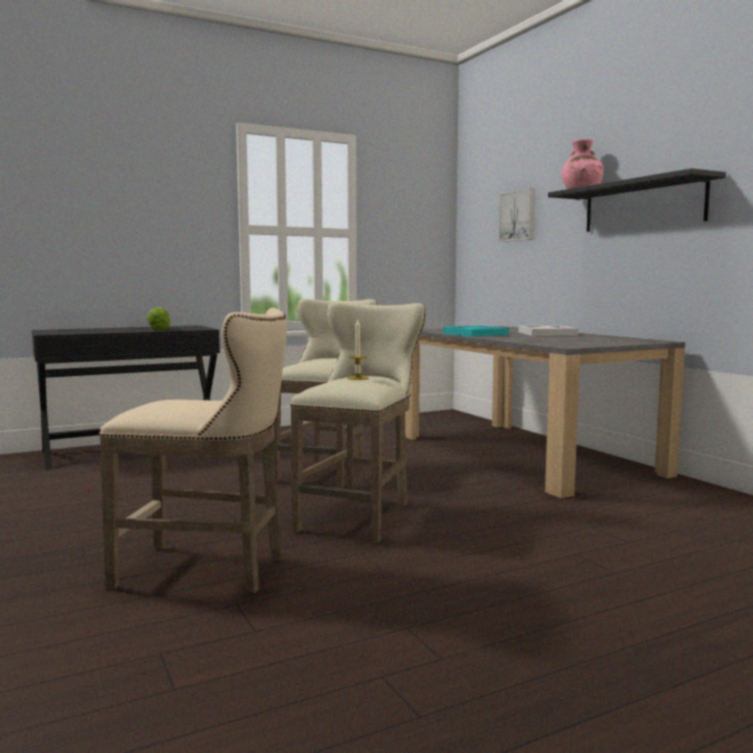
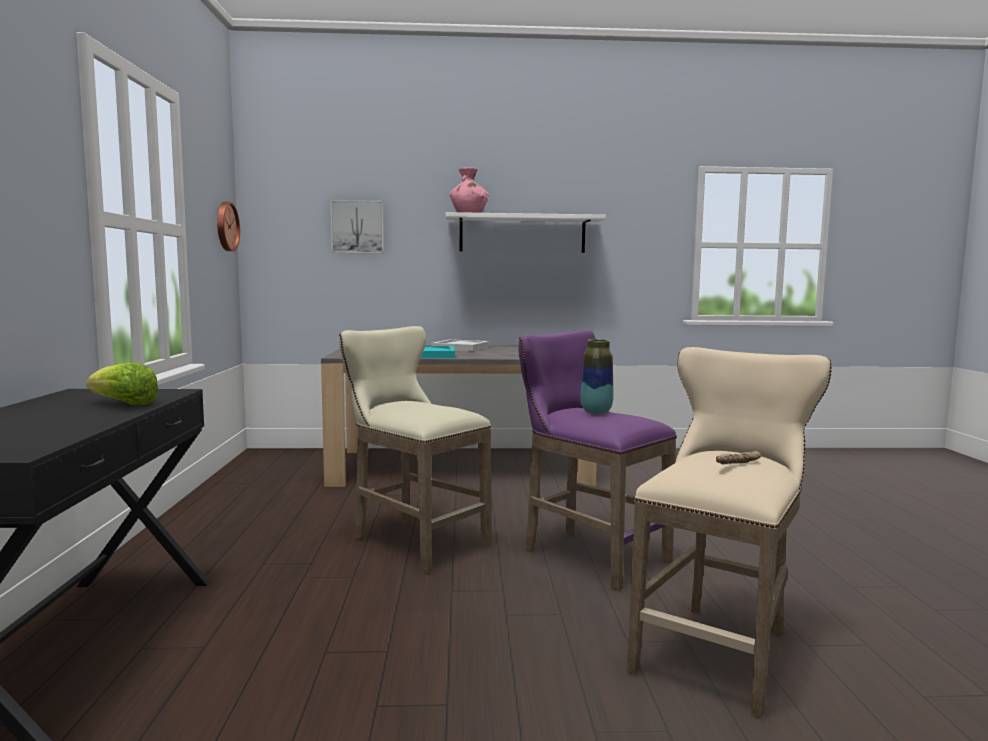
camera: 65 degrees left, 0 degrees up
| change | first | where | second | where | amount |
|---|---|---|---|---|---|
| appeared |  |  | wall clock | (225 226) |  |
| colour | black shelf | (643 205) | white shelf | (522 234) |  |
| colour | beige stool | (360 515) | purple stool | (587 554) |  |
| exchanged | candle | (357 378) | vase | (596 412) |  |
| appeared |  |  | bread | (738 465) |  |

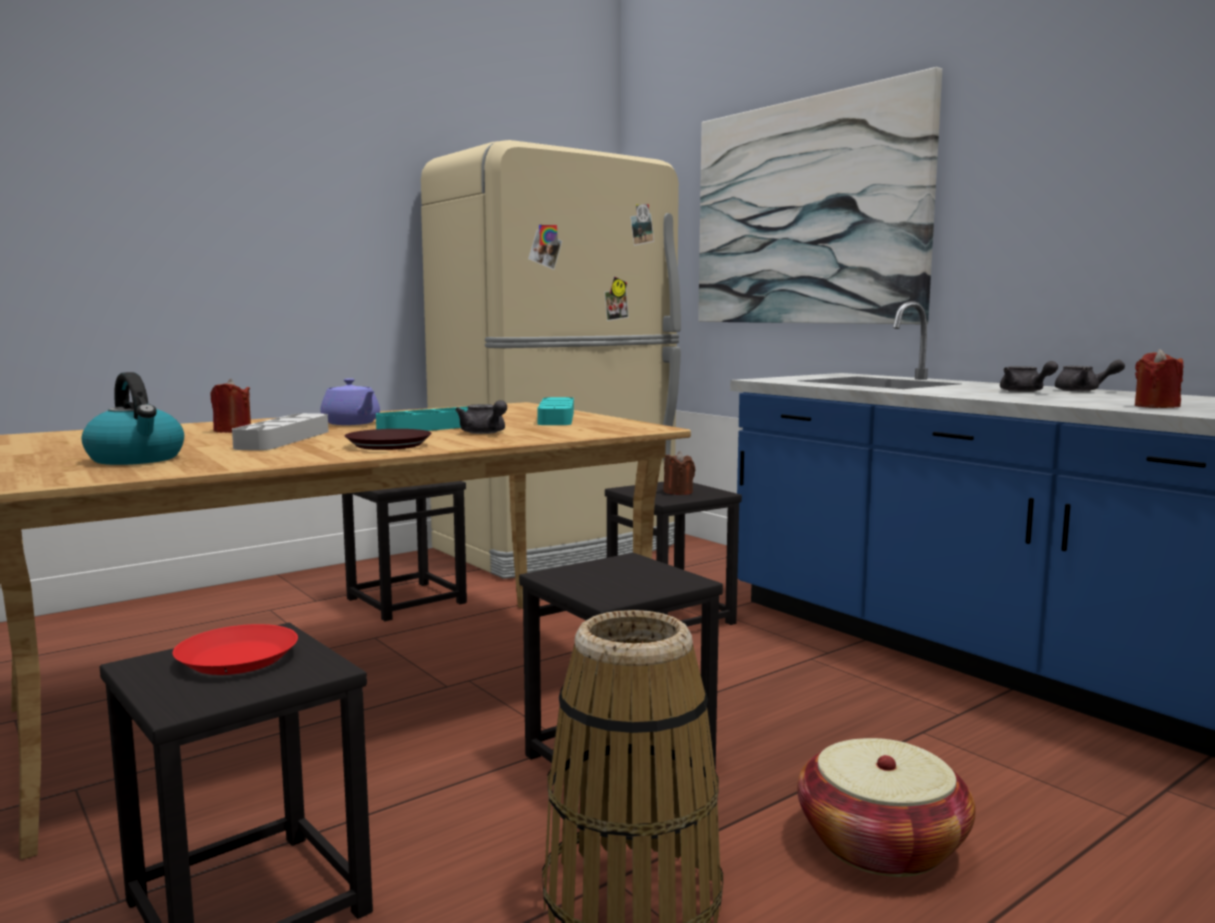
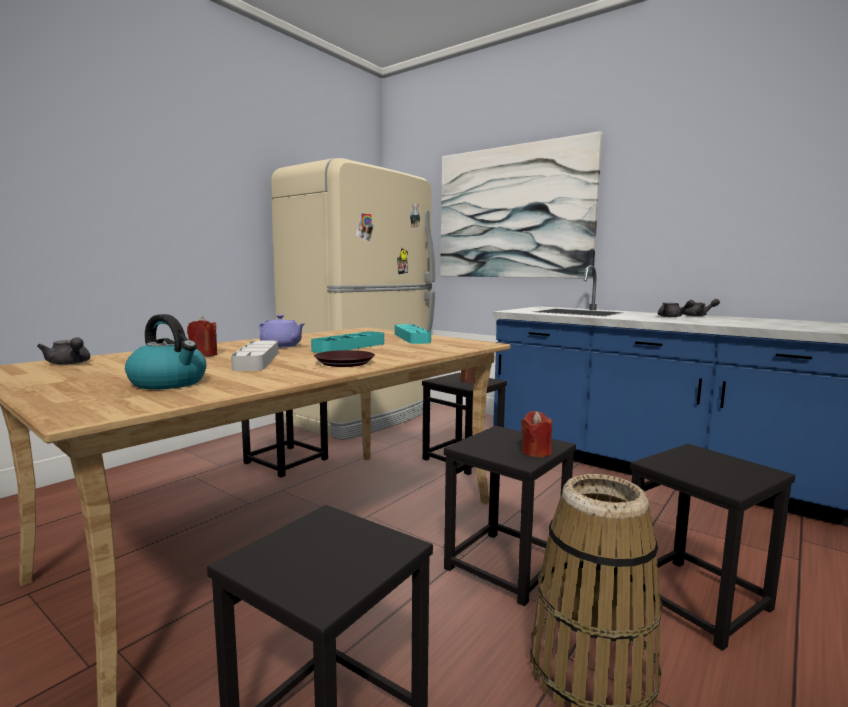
camera: 15 degrees left, 0 degrees up
| change | first | where | second | where | amount |
|---|---|---|---|---|---|
| relocated | grey teapot | (485 433) |  | (70 363) |  |
| relocated | red candle | (1156 406) |  | (535 452) |  |
| exchanged | basket | (881 844) | black stool | (697 600) |  |
| missing | red plate | (236 659) |  |  |  |

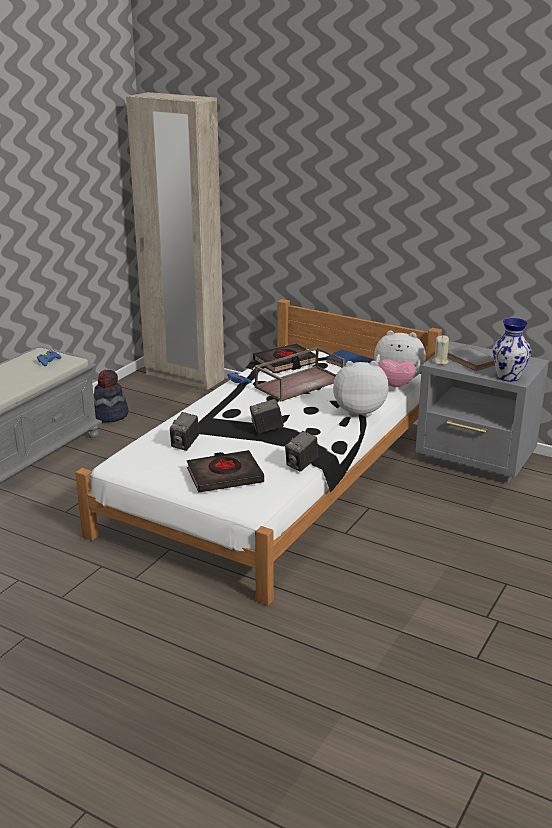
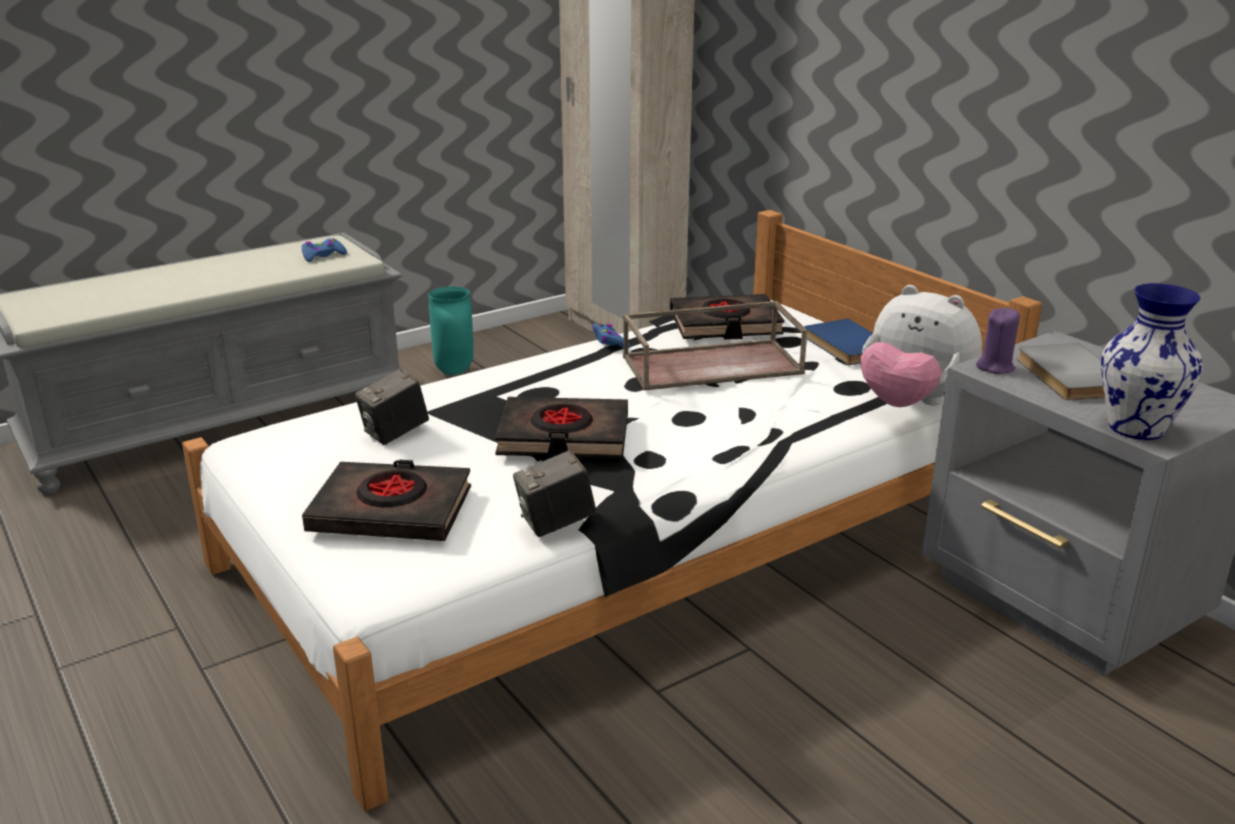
camera: 25 degrees right, 0 degrees up
| change | first | where | second | where | amount |
|---|---|---|---|---|---|
| exchanged | hat | (109 415) | turquoise vase | (453 371) |  |
| exchanged | photo camera | (266 429) | black book | (563 437) |  |
| colour | beige candle | (440 362) | purple candle | (995 367) |  |
| missing | plush toy | (358 411) |  |  |  |

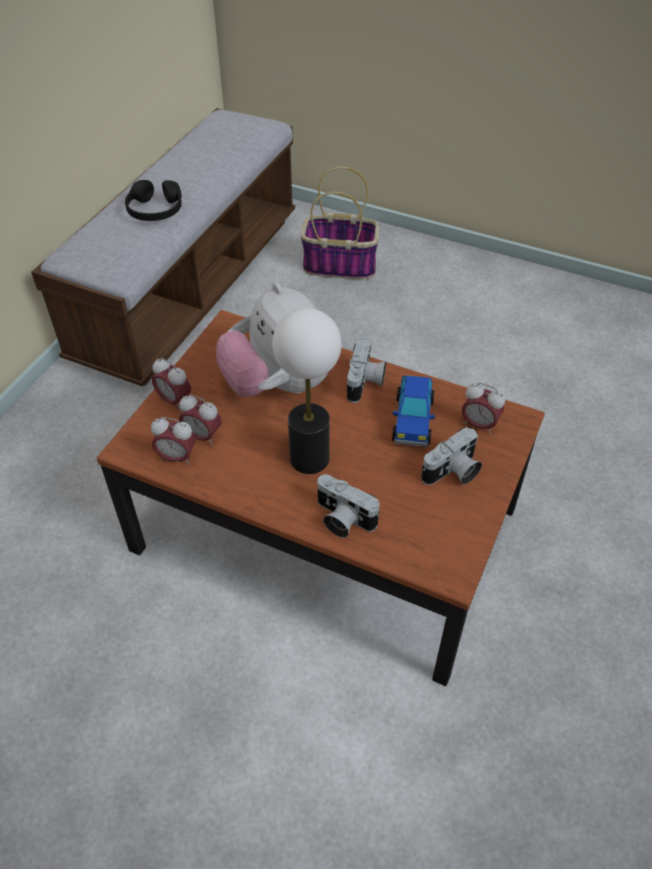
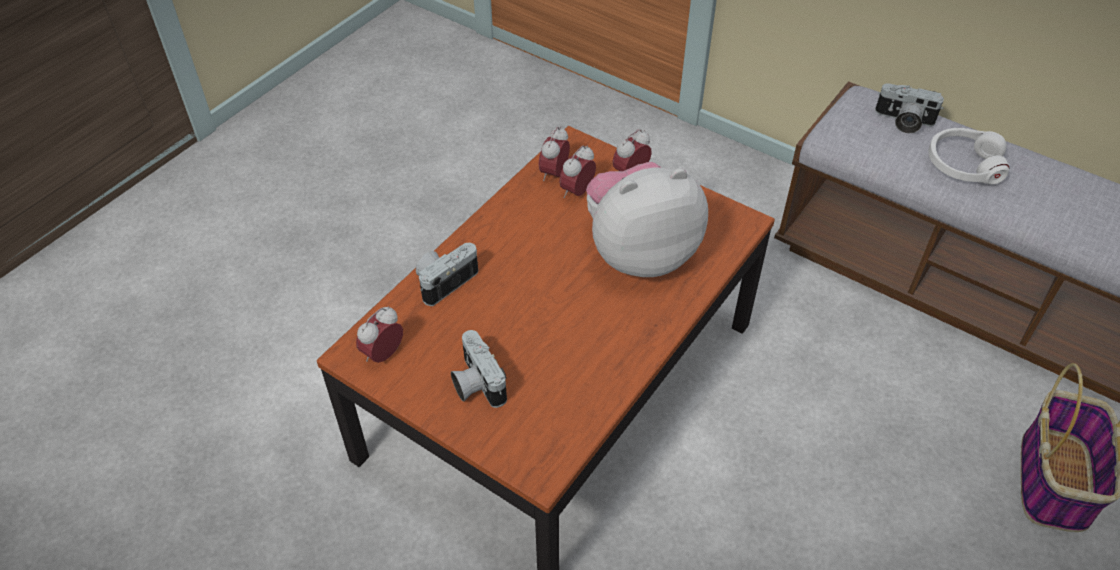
camera: 100 degrees right, 0 degrees up
| change | first | where | second | where | amount |
|---|---|---|---|---|---|
| relocated | alarm clock | (479 424) |  | (383 354) |  |
| relocated | photo camera | (365 383) |  | (903 121) |  |
| colour | black headphones | (155 210) | white headphones | (963 165) |  |
| missing | table lamp | (310 459) |  |  |  |
| missing | toy car | (412 420) |  |  |  |

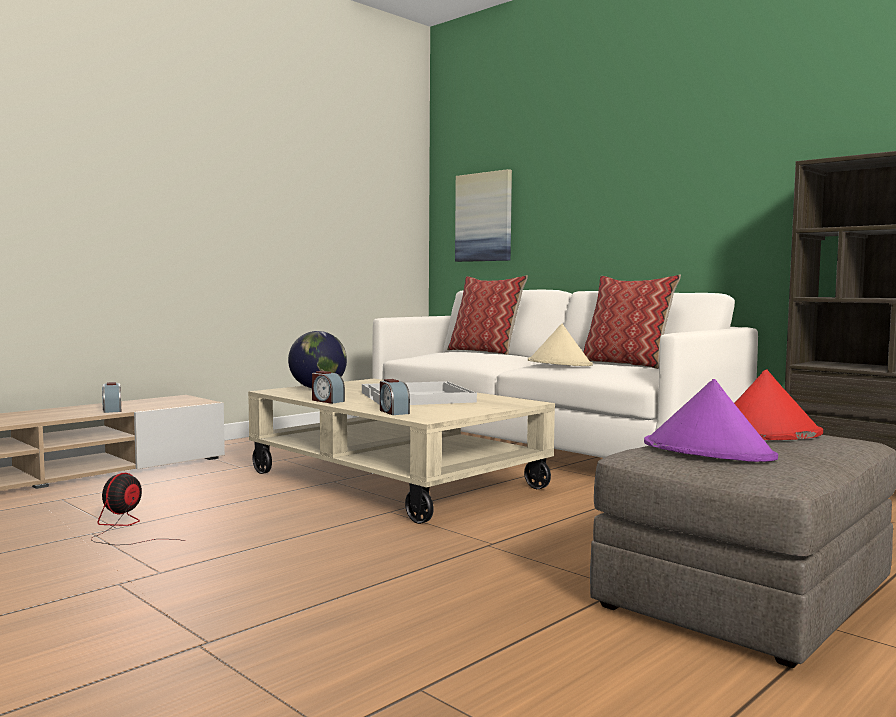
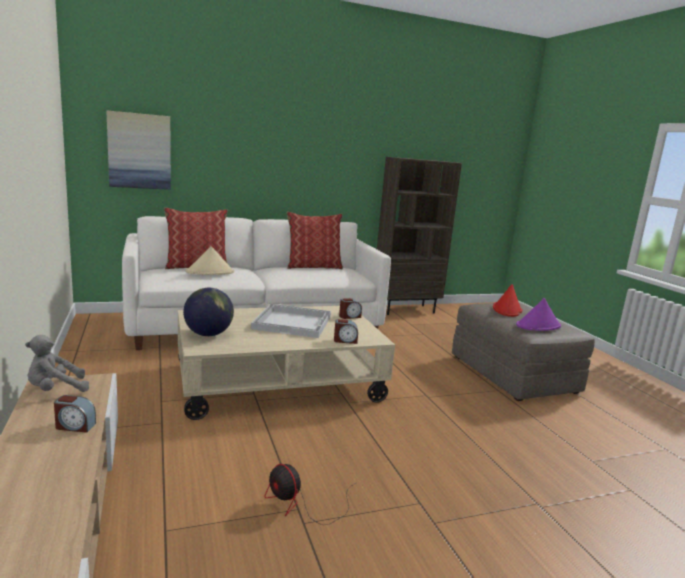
camera: 65 degrees left, 10 degrees up
| change | first | where | second | where | amount |
|---|---|---|---|---|---|
| appeared |  |  | grey plush toy | (55 390) |  |
| relocated | beige hat | (560 363) |  | (210 272) |  |
| relocated | alarm clock | (327 401) |  | (349 316) |  |

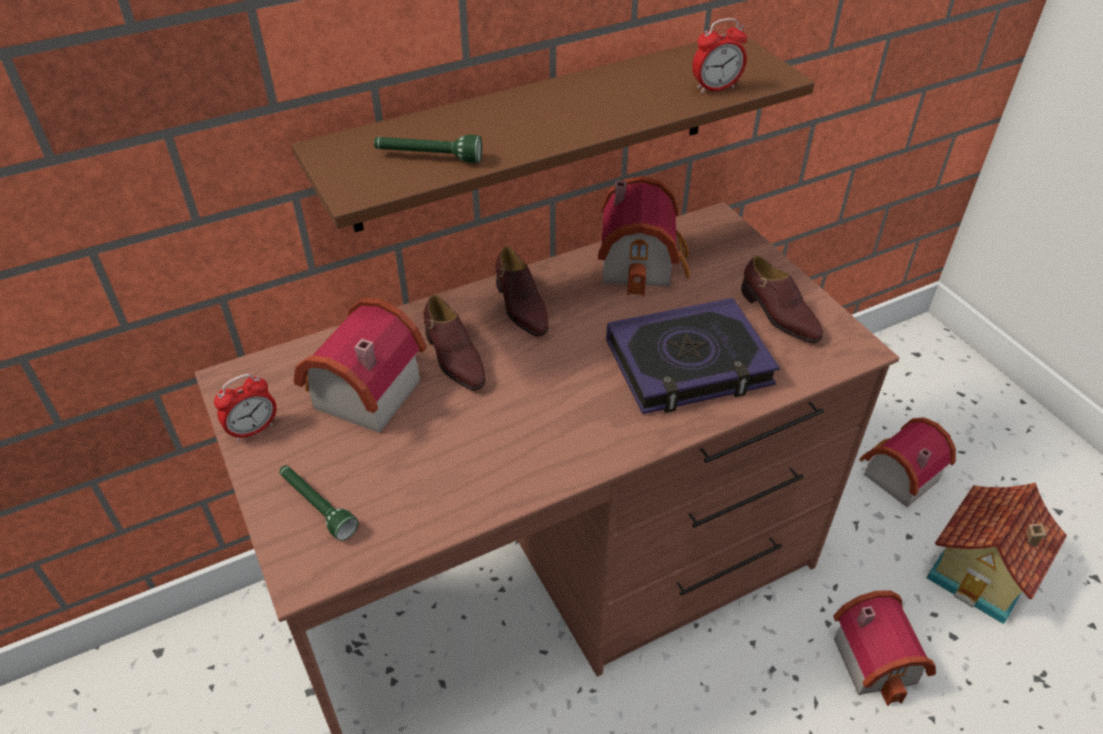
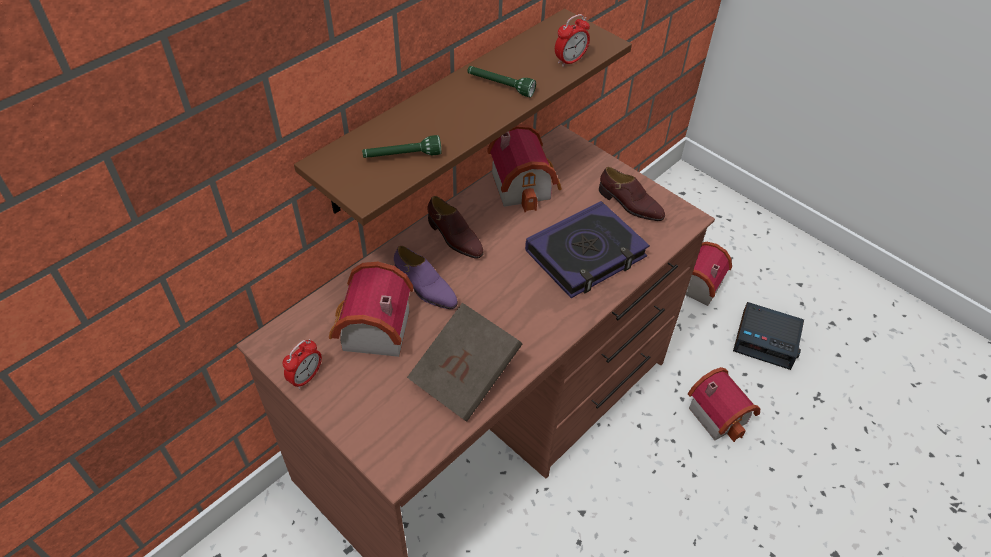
camera: 20 degrees left, 5 degrees up
| change | first | where | second | where | amount |
|---|---|---|---|---|---|
| colour | brown shoe | (454 358) | purple shoe | (425 288) |  |
| appeared |  |  | brown book | (465 376) |  |
| relocated | green flashlight | (317 506) |  | (500 86) |  |
| exchanged | toy house | (983 575) | alarm clock | (767 340) |  |

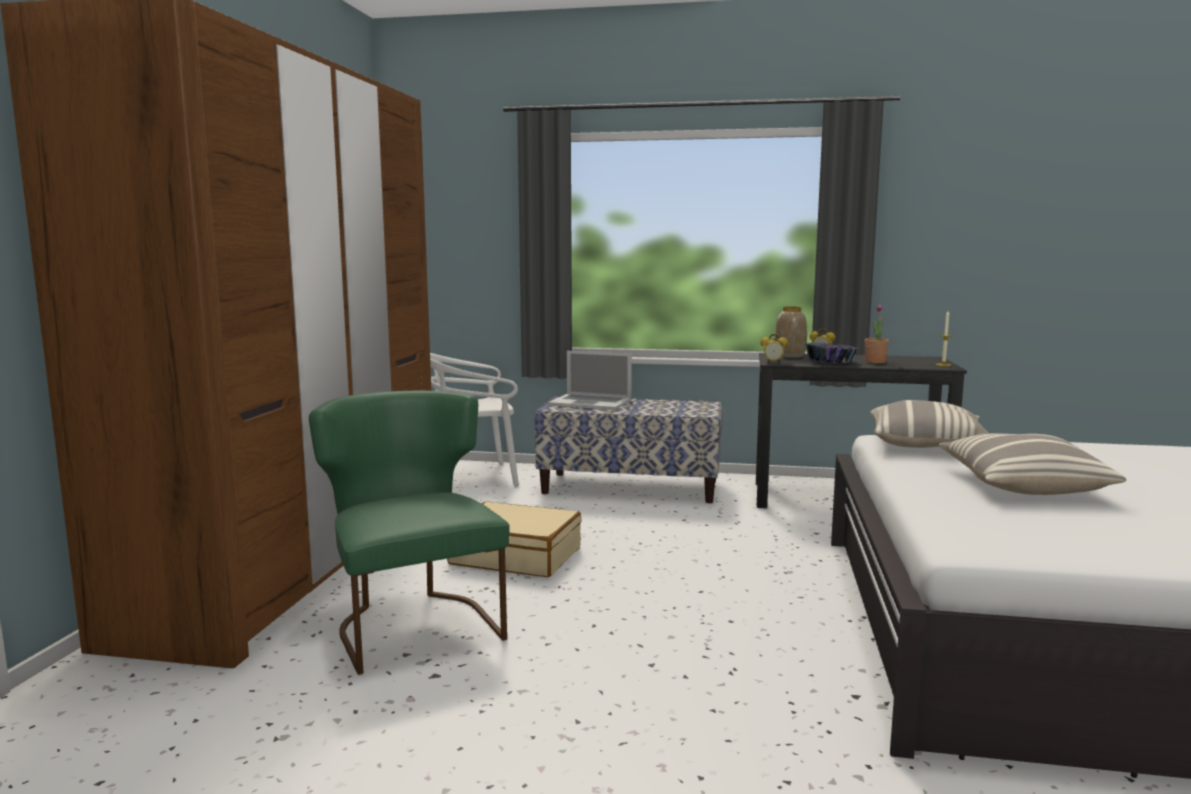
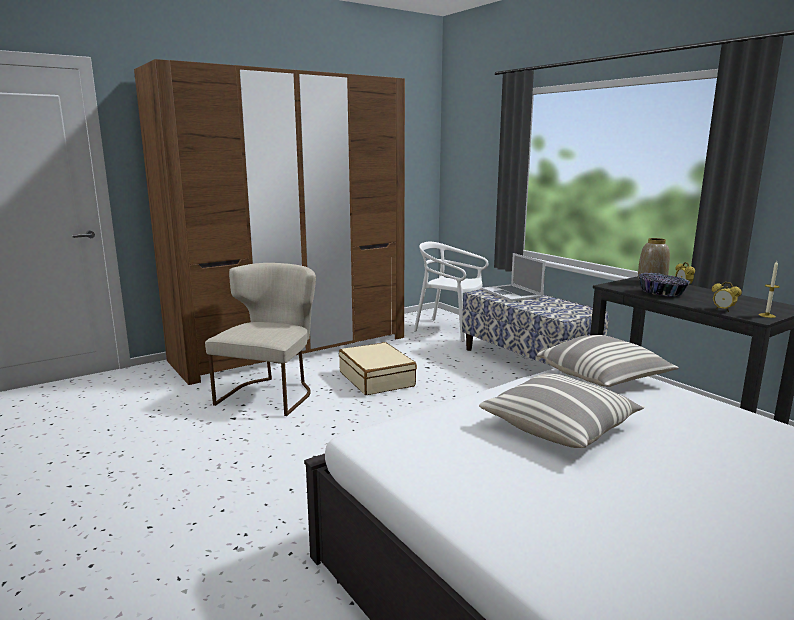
camera: 45 degrees right, 5 degrees up
| change | first | where | second | where | amount |
|---|---|---|---|---|---|
| colour | green chair | (413 624) | beige chair | (271 393) |  |
| relocated | alarm clock | (773 362) |  | (723 310) |  |
| missing | potted plant | (875 362) |  |  |  |

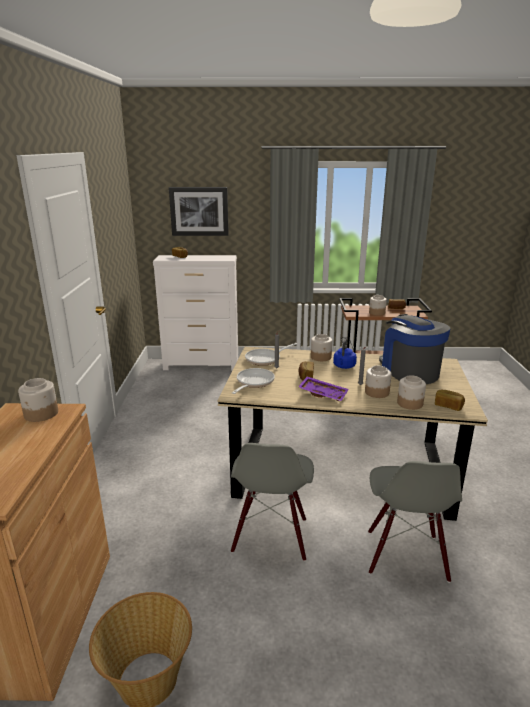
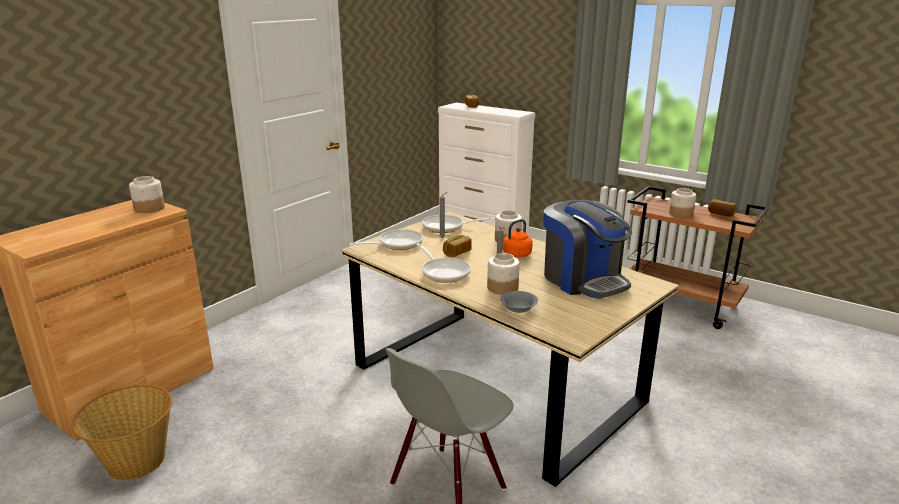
camera: 35 degrees right, 0 degrees up
| change | first | where | second | where | amount |
|---|---|---|---|---|---|
| exchanged | purple tray | (323 394) | frying pan | (443 272) |  |
| exchanged | jar | (410 403) | grey bowl | (519 308) |  |
| colour | blue kettle | (344 366) | orange kettle | (515 255) |  |
| spun | coffee machine | (409 371) |  | (583 280) | 135 degrees clockwise |
| missing | picture | (199 211) |  |  |  |
| missing | grey chair | (271 536) |  |  |  |
| missing | bread | (448 406) |  |  |  |

